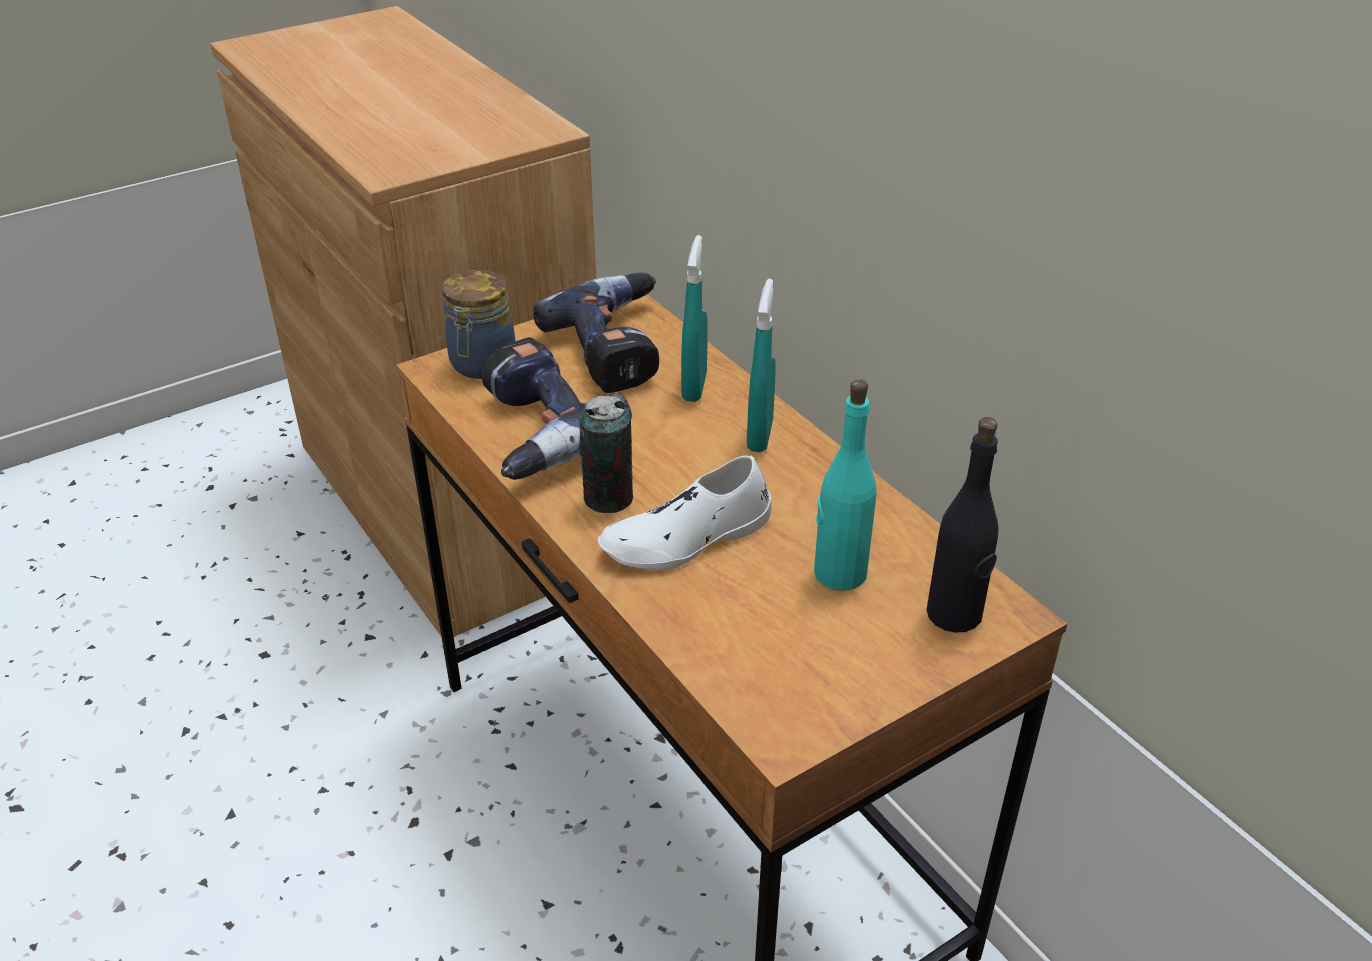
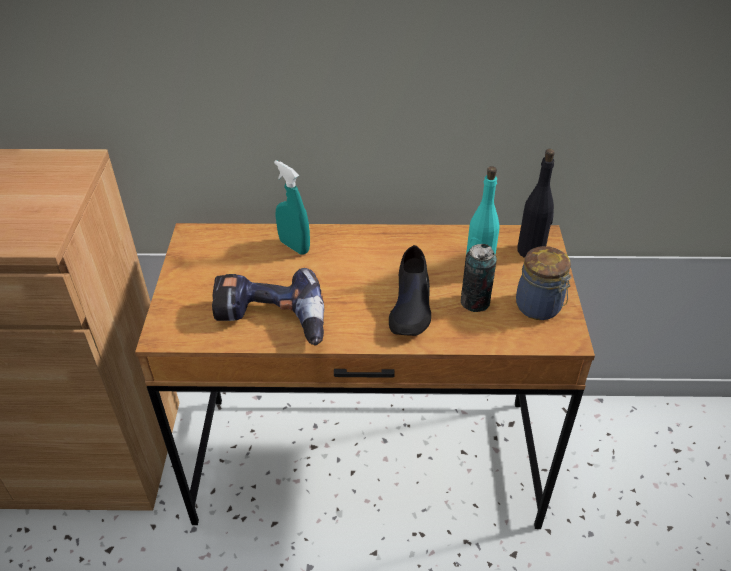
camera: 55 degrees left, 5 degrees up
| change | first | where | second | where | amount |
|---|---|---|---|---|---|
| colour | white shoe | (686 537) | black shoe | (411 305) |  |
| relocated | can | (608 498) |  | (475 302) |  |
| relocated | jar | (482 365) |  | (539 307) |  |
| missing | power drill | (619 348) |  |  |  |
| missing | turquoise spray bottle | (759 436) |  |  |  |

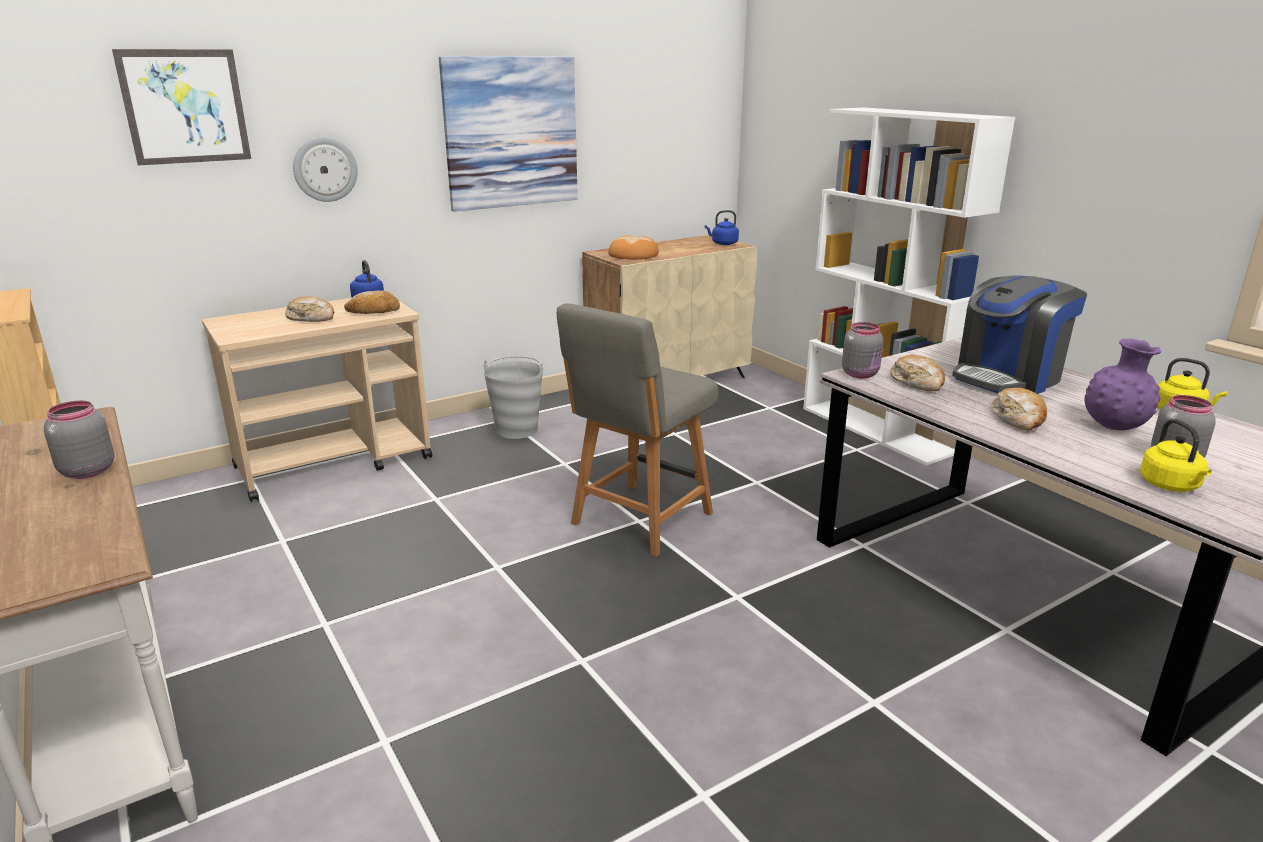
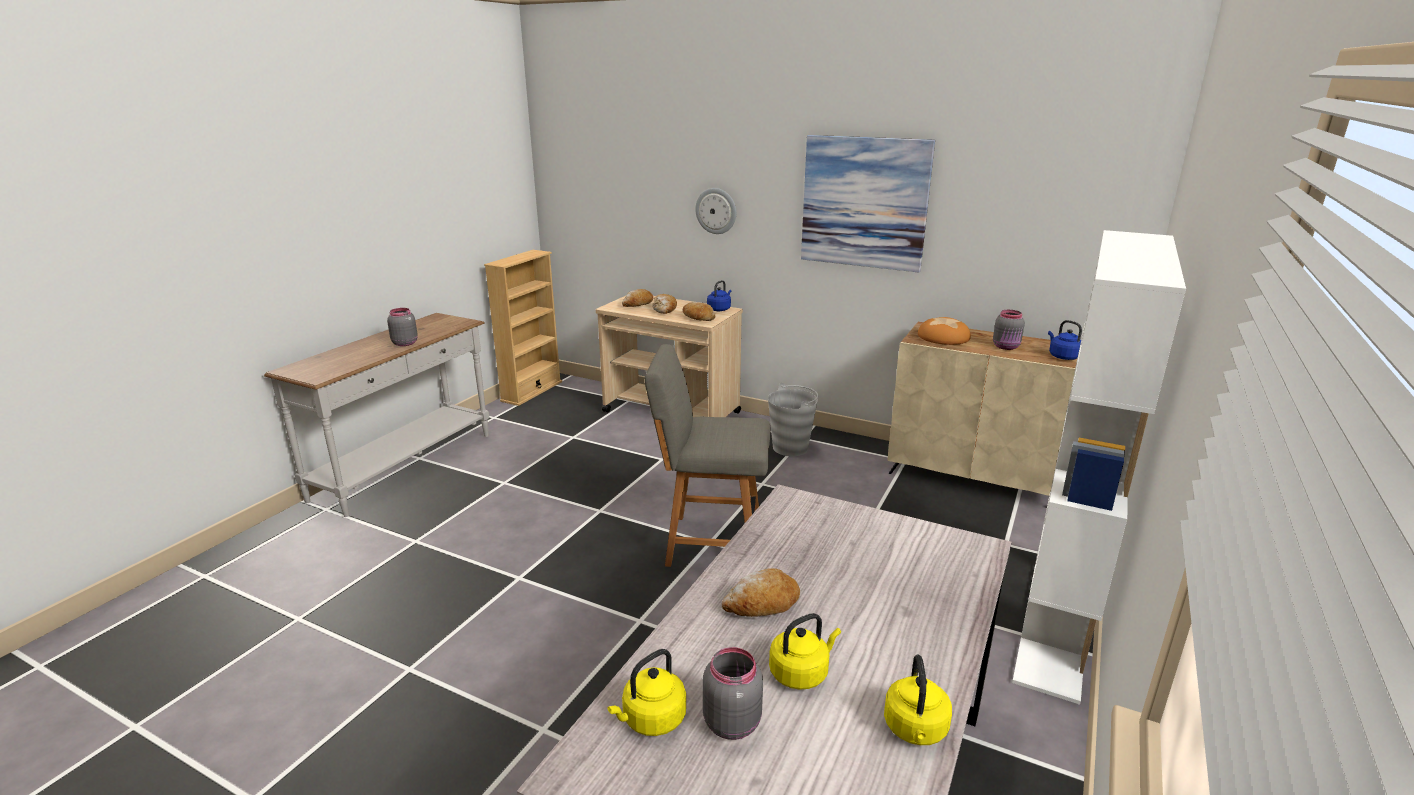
camera: 60 degrees right, 0 degrees up
| change | first | where | second | where | amount |
|---|---|---|---|---|---|
| relocated | bread | (917 383) |  | (638 304) |  |
| exchanged | purple vase | (1114 427) | yellow kettle | (801 673) |  |
| relocated | grey jar | (861 374) |  | (1006 347) |  |
| missing | picture | (185 107) |  |  |  |
| missing | coffee machine | (1008 377) |  |  |  |

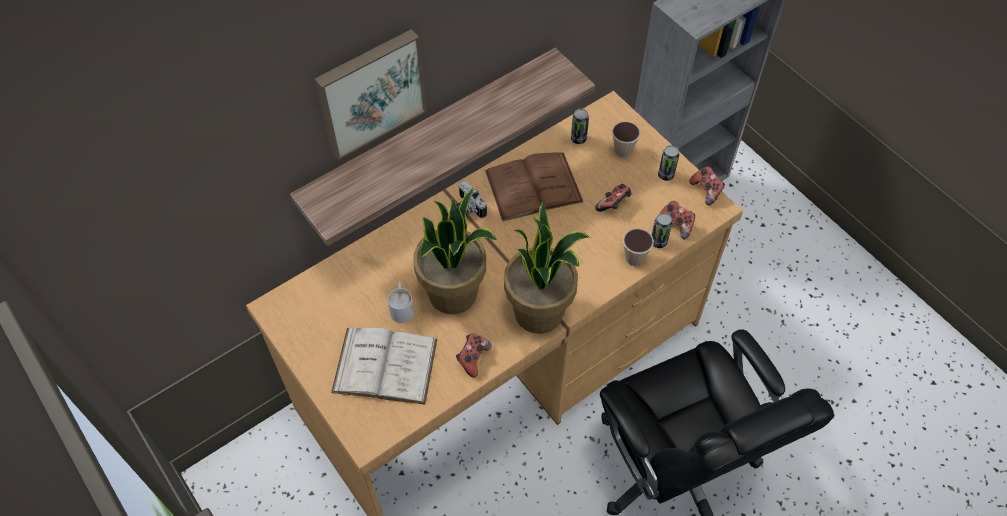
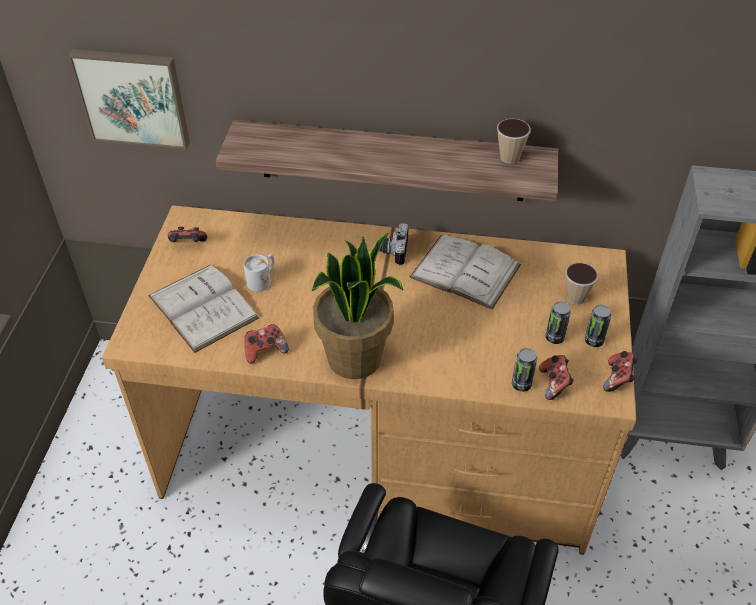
camera: 45 degrees right, 10 degrees down
| change | first | where | second | where | amount |
|---|---|---|---|---|---|
| relocated | picture | (370 92) |  | (133 97) |  |
| relocated | game controller | (613 205) |  | (188 245) |  |
| colour | brown book | (533 186) | white book | (465 271) |  |
| relocated | cup | (634 258) |  | (509 157) |  |
| relocated | can | (578 138) |  | (554 337) |  |
| missing | potted plant | (453 294) |  |  |  |

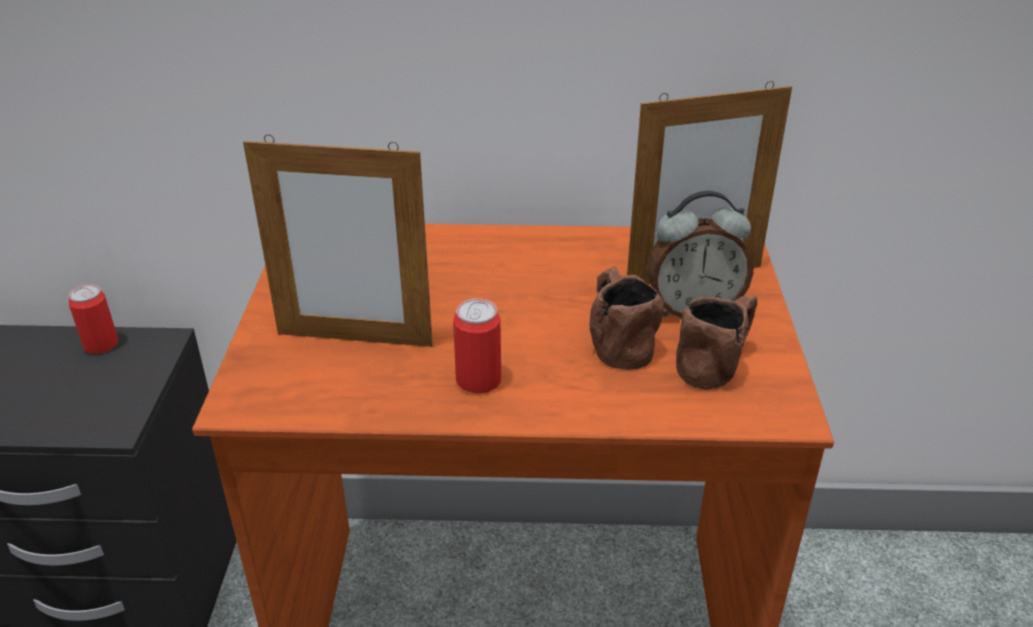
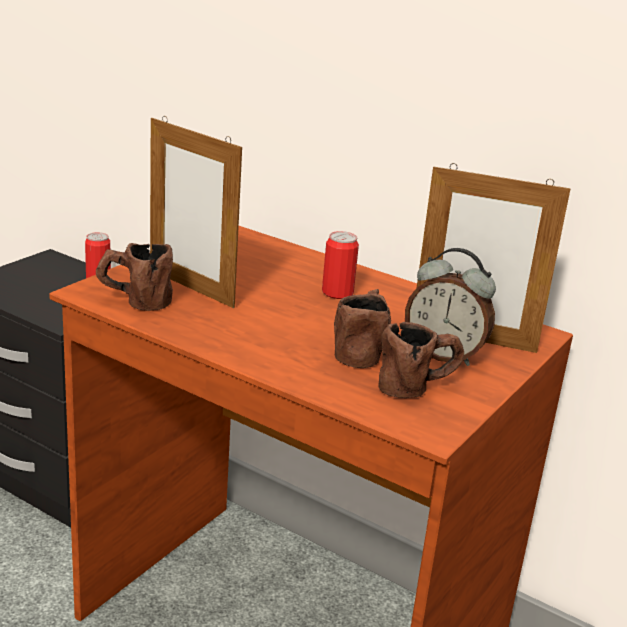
camera: 30 degrees right, 10 degrees down
| change | first | where | second | where | amount |
|---|---|---|---|---|---|
| appeared |  |  | brown mug | (134 301) |  |
| relocated | can | (478 380) |  | (337 293) |  |

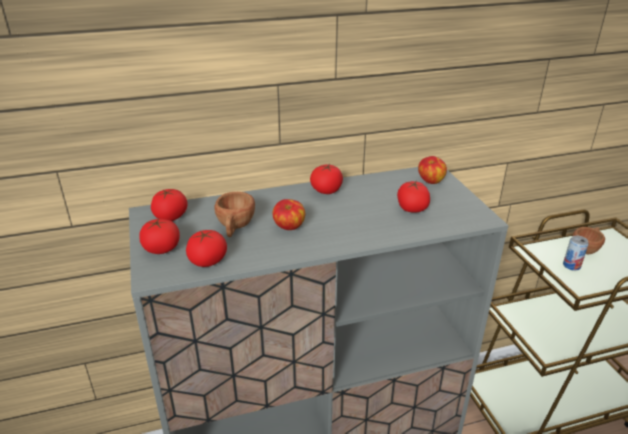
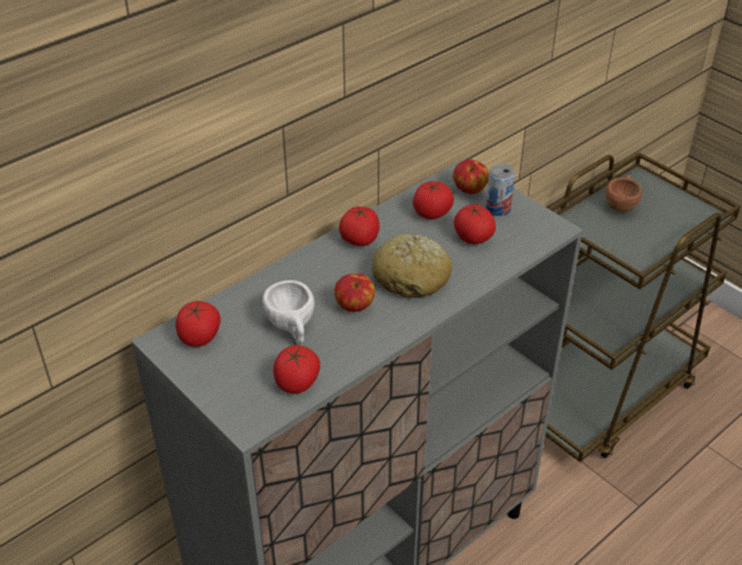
camera: 25 degrees left, 10 degrees up
| change | first | where | second | where | amount |
|---|---|---|---|---|---|
| colour | brown cup | (235 228) | white cup | (292 327) |  |
| appeared |  |  | bread | (412 277) |  |
| relocated | tomato | (162 249) |  | (432 213) |  |
| relocated | can | (571 266) |  | (498 209) |  |

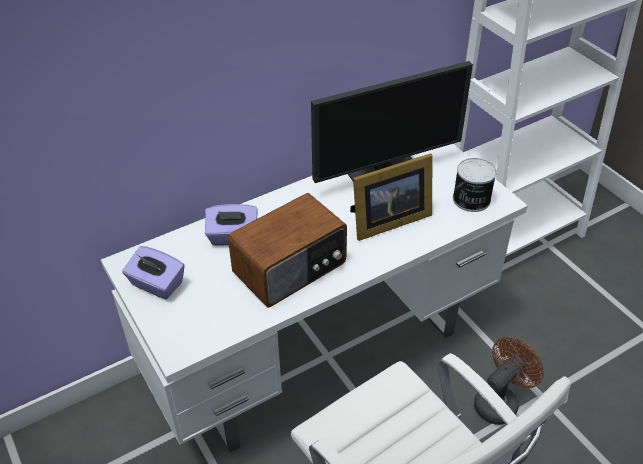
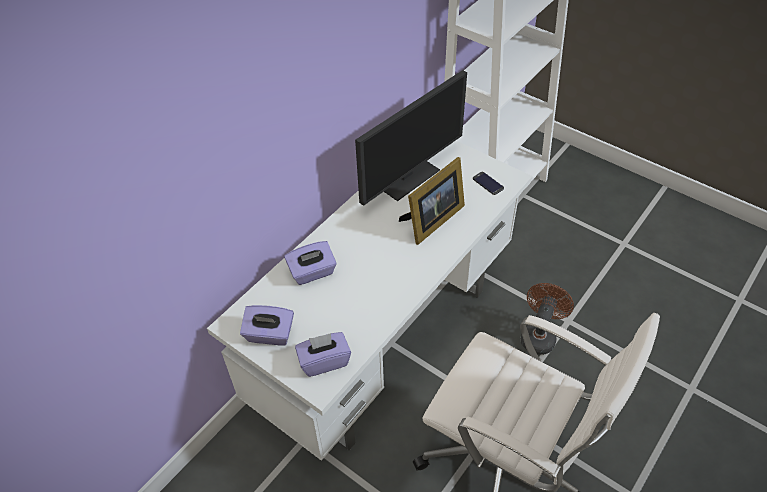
camera: 20 degrees left, 5 degrees up
| change | first | where | second | where | amount |
|---|---|---|---|---|---|
| appeared |  |  | purple tissue box | (324 361) |  |
| exchanged | can | (471 200) | phone | (488 183) |  |
| missing | radio | (291 269) |  |  |  |

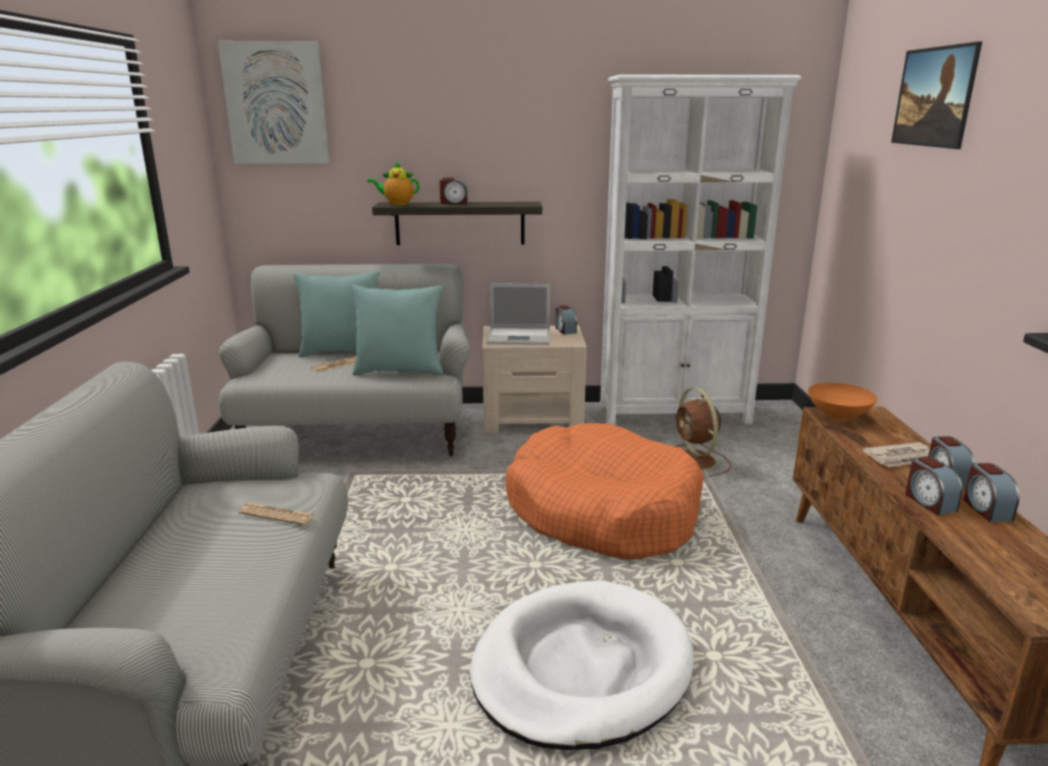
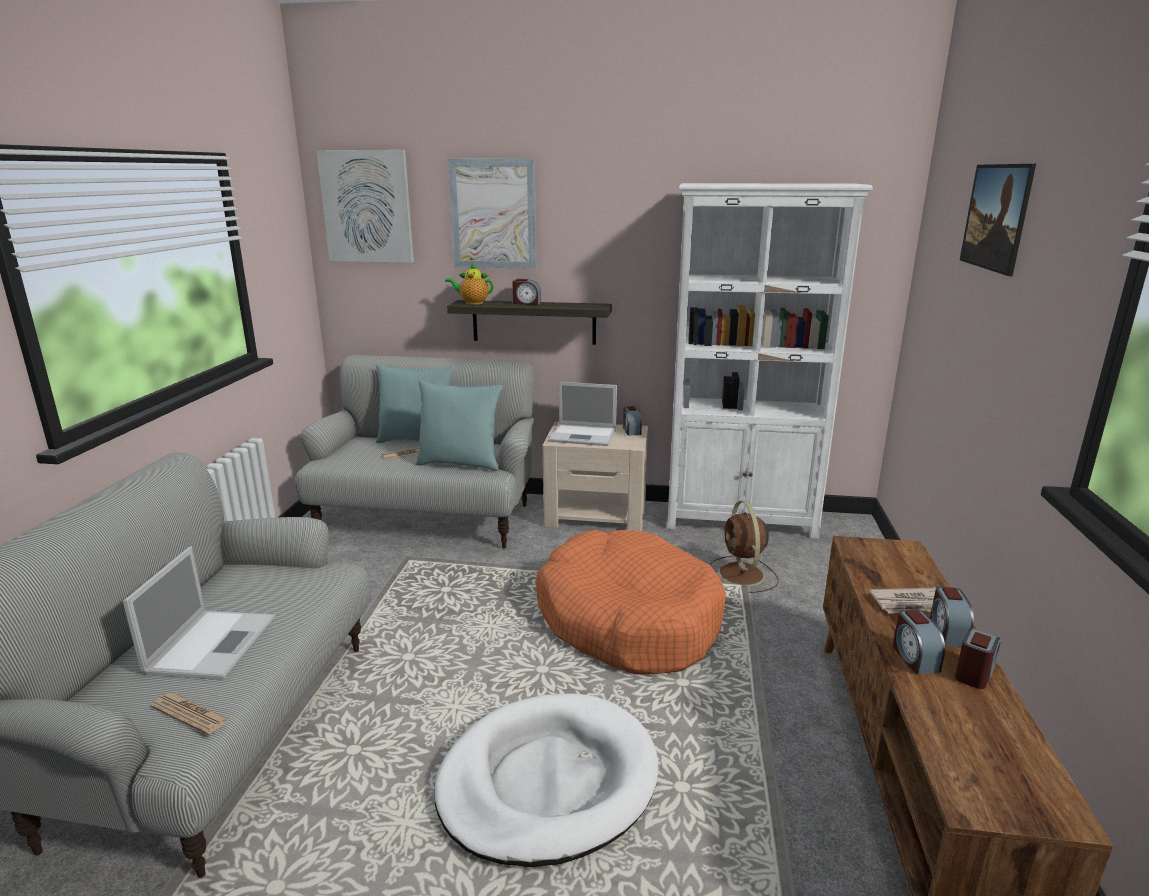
camera: 10 degrees right, 0 degrees up
| change | first | where | second | where | amount |
|---|---|---|---|---|---|
| appeared |  |  | laptop | (213 643) |  |
| relocated | newspaper | (277 515) |  | (190 714) |  |
| appeared |  |  | picture | (493 214) |  |
| spun | alarm clock | (986 509) |  | (974 673) | 150 degrees counterclockwise |
| missing | orange bowl | (838 416) |  |  |  |

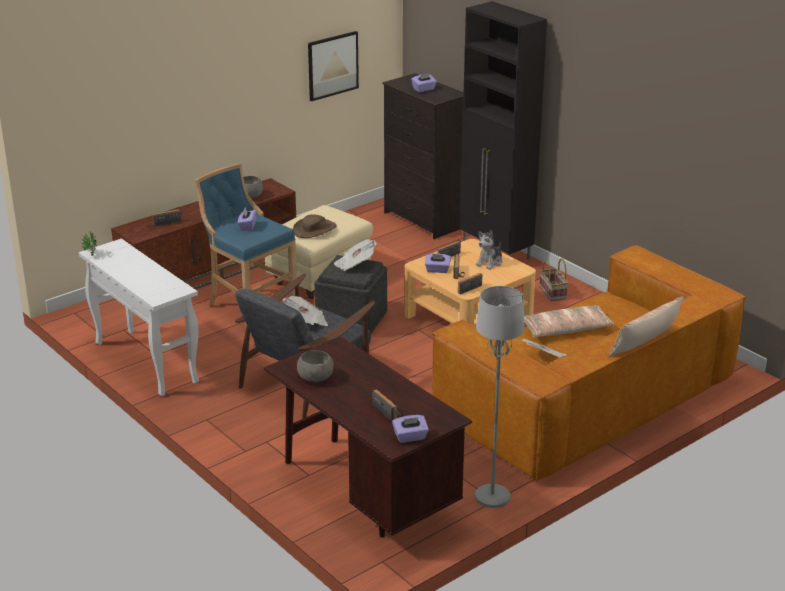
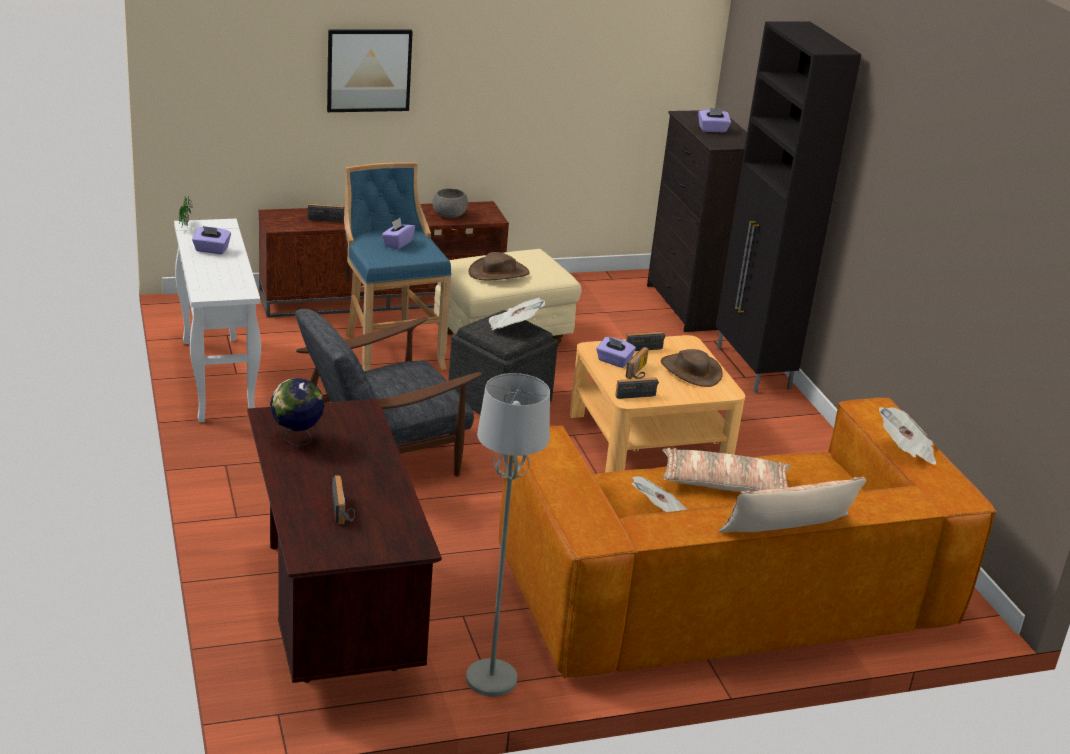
camera: 20 degrees right, 0 degrees up
| change | first | where | second | where | amount |
|---|---|---|---|---|---|
| relocated | purple tissue box | (410 437) |  | (211 250) |  |
| exchanged | grey bowl | (316 377) | globe | (297 439) |  |
| relocated | picture | (332 65) |  | (369 70) |  |
| exchanged | plush toy | (490 262) | brown hat | (691 371) |  |
| relocated | newspaper | (306 322) |  | (905 450) |  |
| missing | basket | (553 293) |  |  |  |

